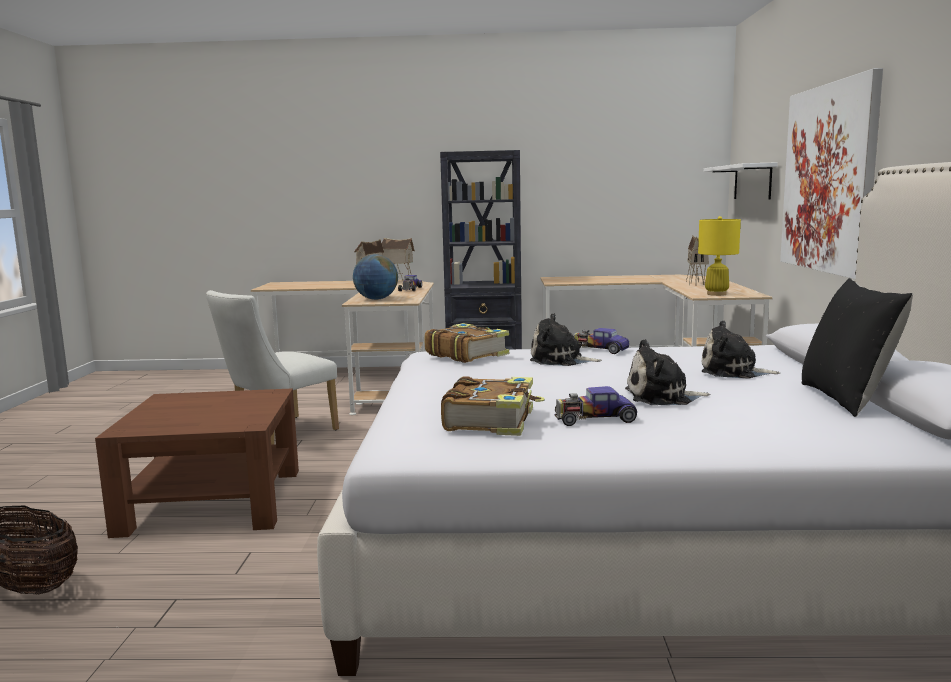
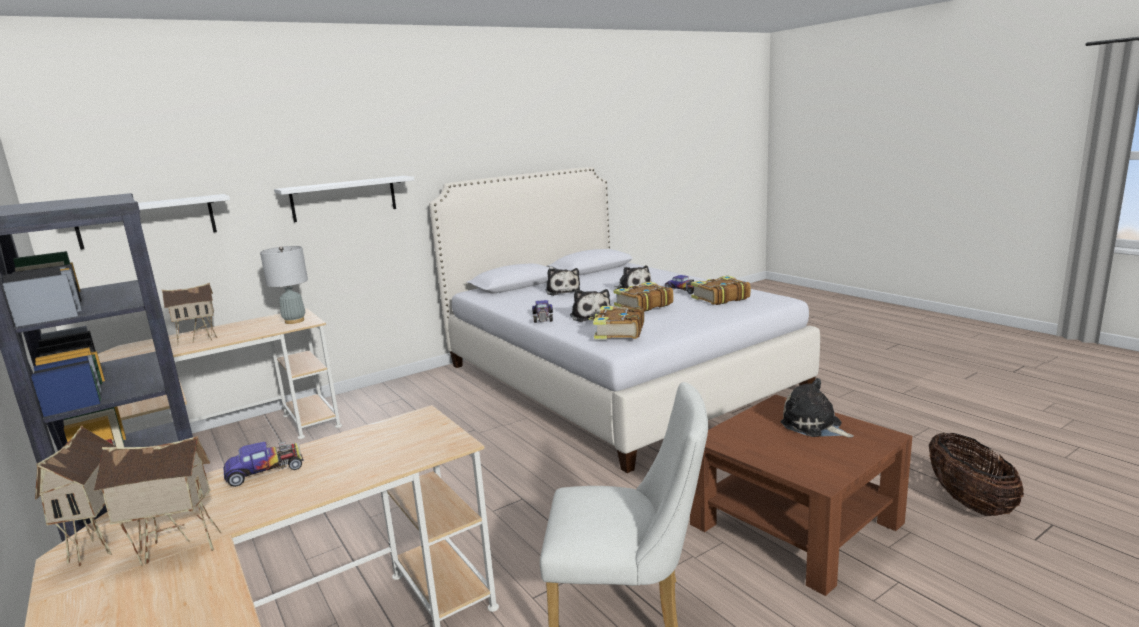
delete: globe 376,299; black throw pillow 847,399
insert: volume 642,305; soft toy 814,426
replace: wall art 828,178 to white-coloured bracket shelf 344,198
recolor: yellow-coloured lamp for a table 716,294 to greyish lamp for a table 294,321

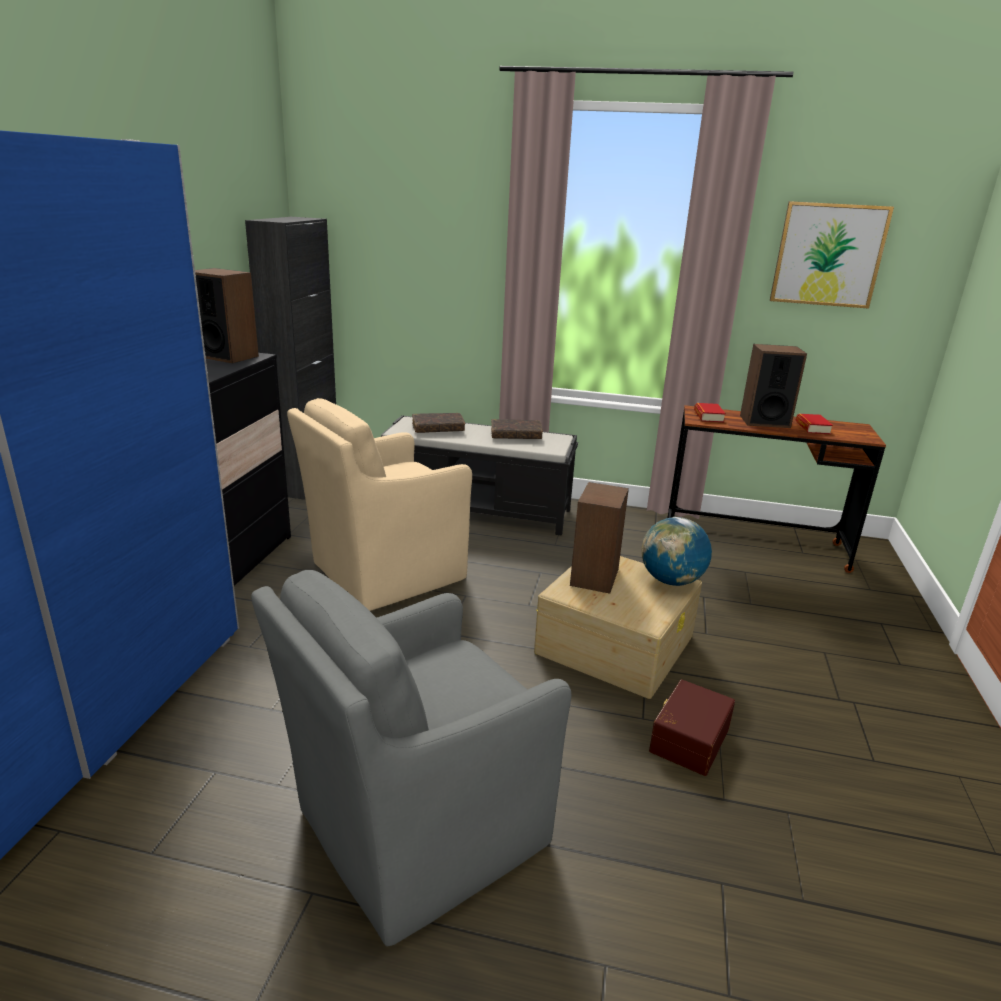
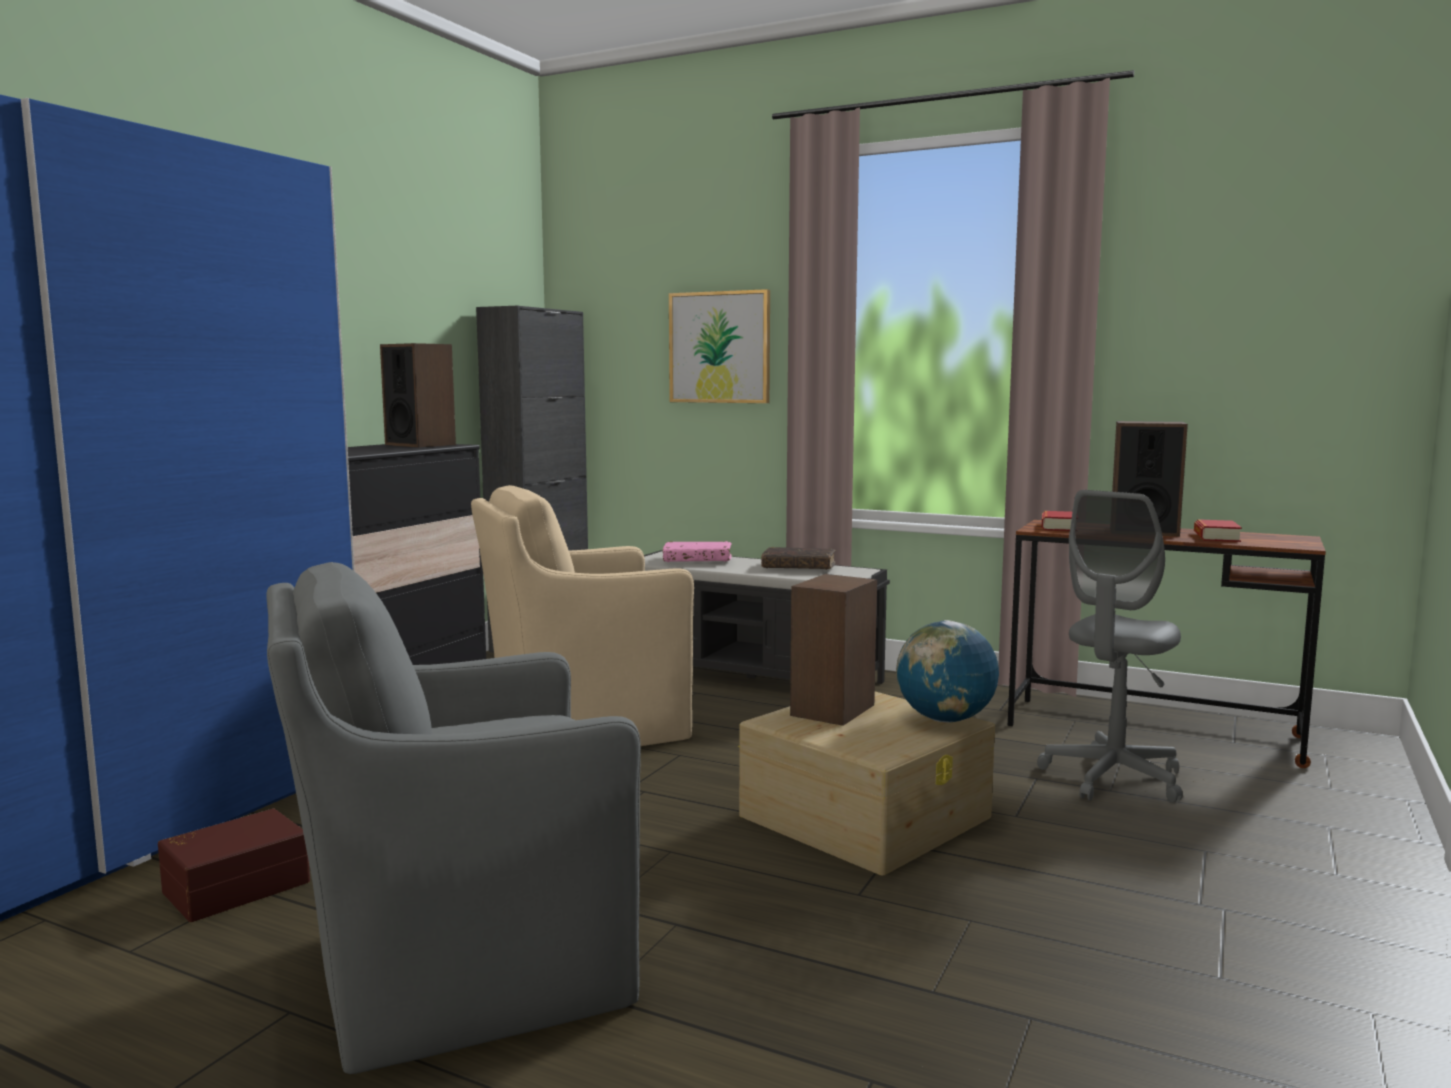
insert: greyish office chair 1113,778
move: brownish storage container 687,738 to 235,886; wall art 828,255 to 720,347
recolor: brownish volume 438,429 to pink-coloured volume 697,560

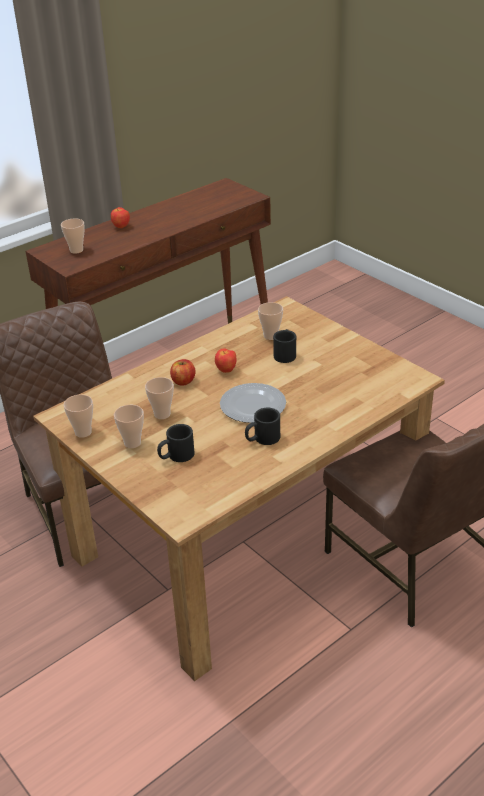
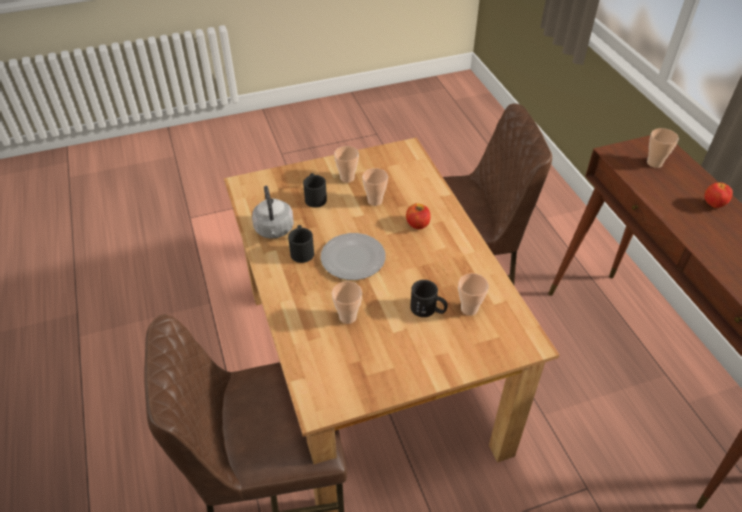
delete: apple 226,370
insert: greyish kettle 274,230
move: cup 83,432 to 347,317

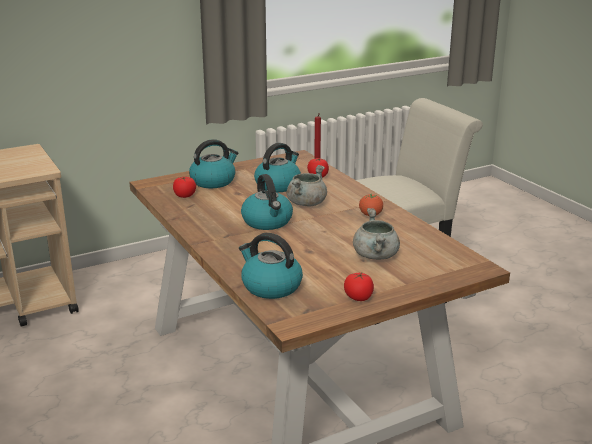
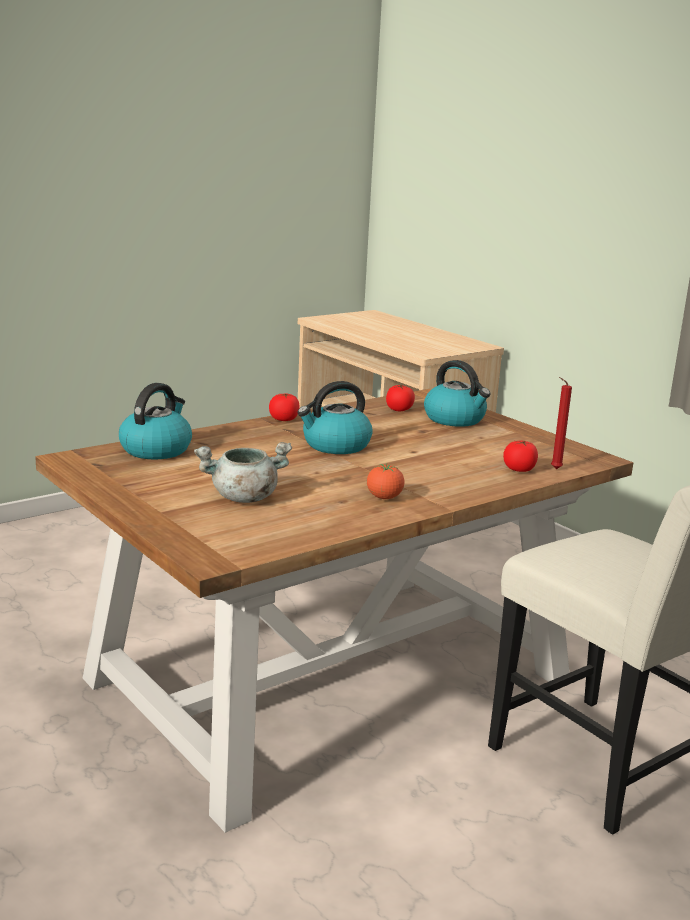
delete: kettle 278,185; greyish stockpot 306,203
move: fresh tomato 358,297 to 284,419

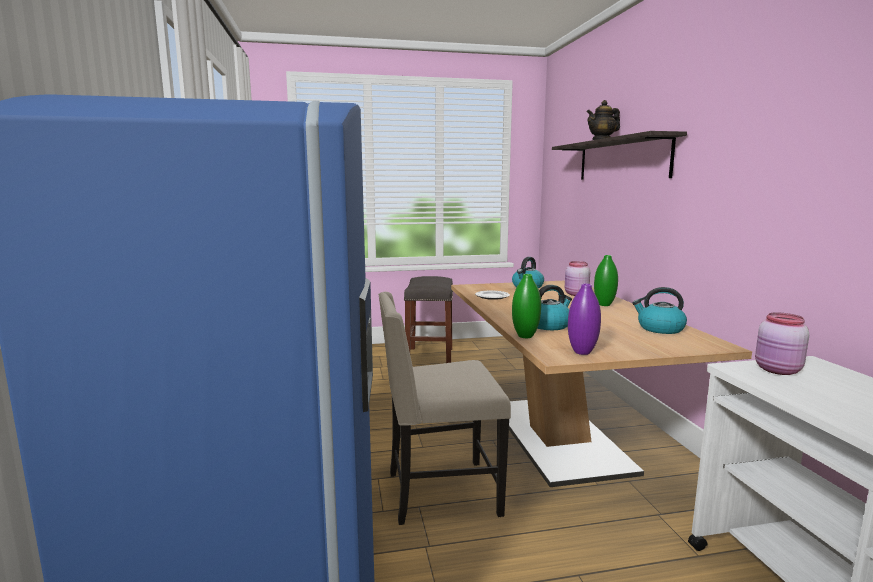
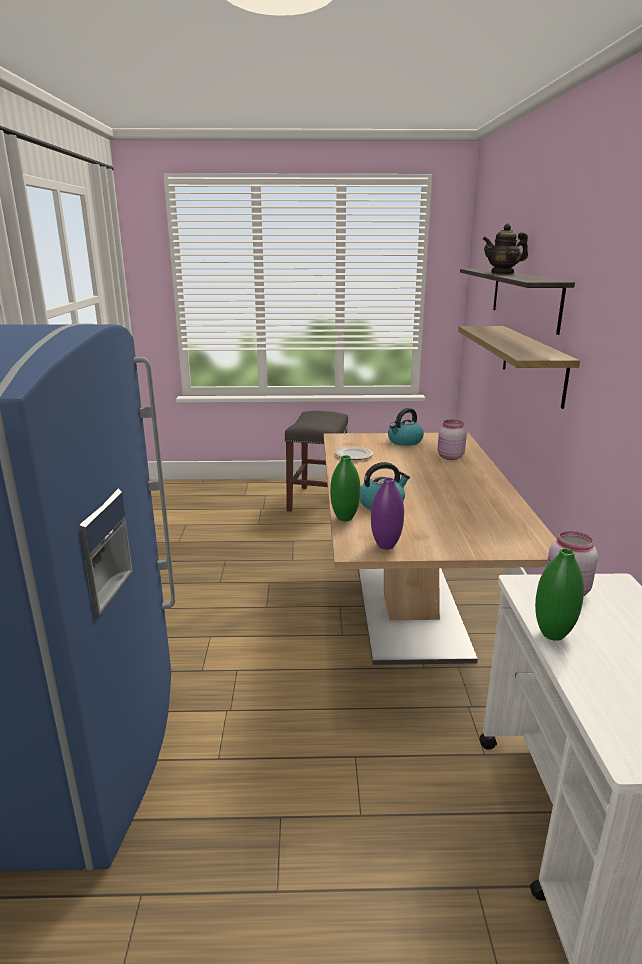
delete: beige plain chair 439,493; kettle 659,329
insert: bracket shelf 533,363
move: green flower vase 604,305 to 552,634

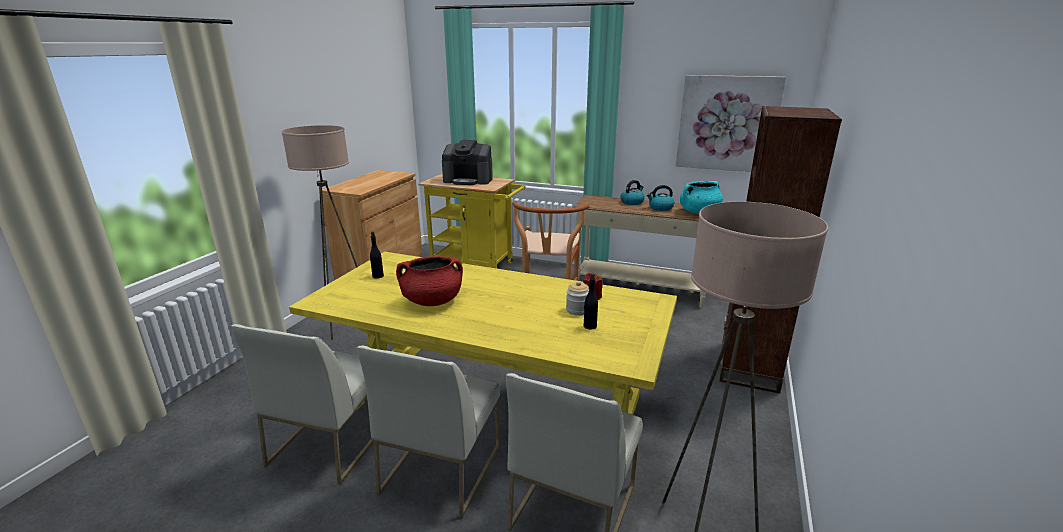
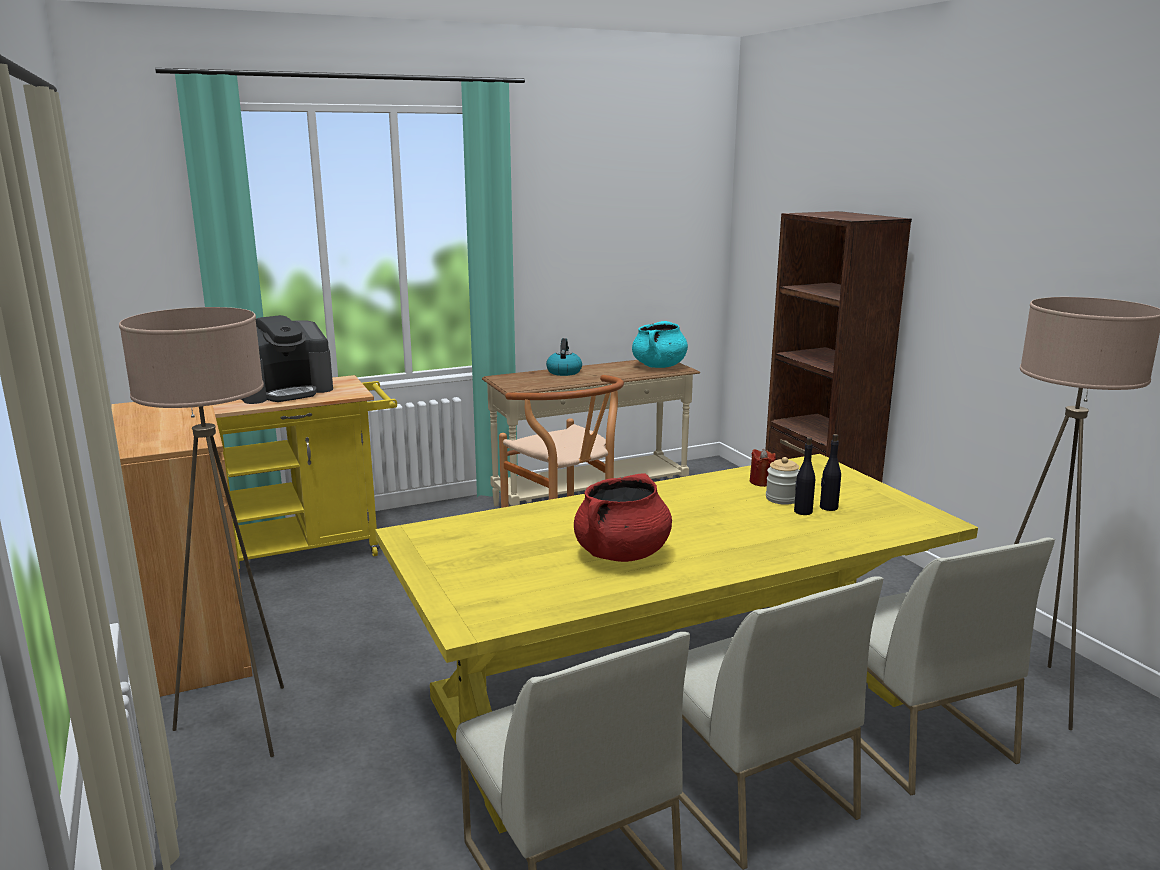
delete: kettle 660,208; wall art 727,123
move: black drink bottle 378,276 to 802,511

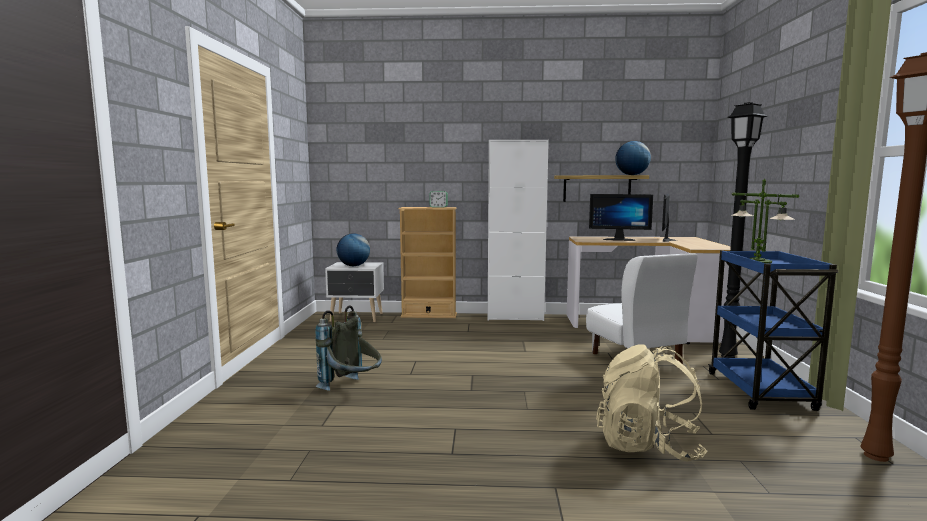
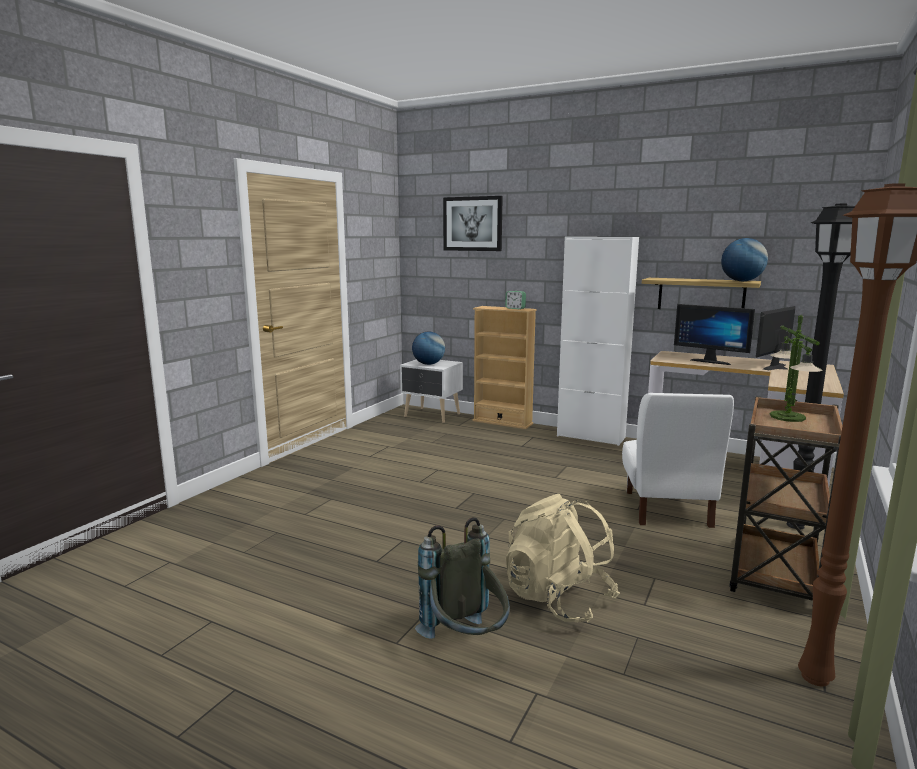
insert: wall art 472,224
move: greyish rucksack 353,389 to 466,643
recolor: blue wheeled cart 761,392 to brownish wheeled cart 774,575

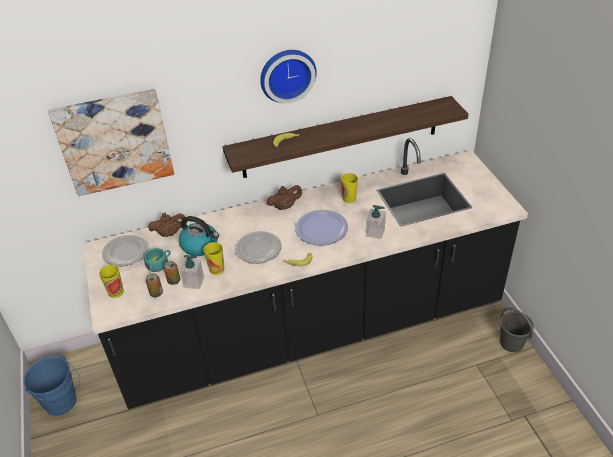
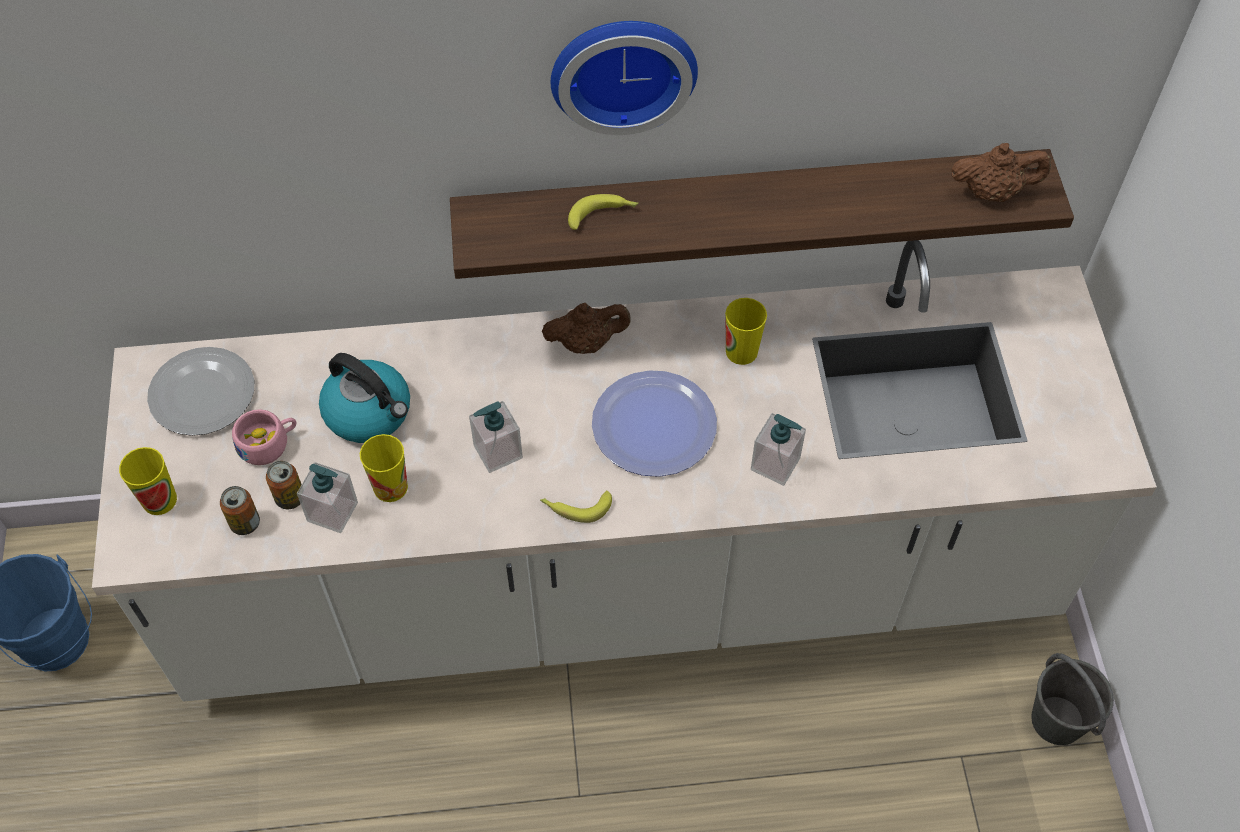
delete: wall art 114,141
move: brownish tea pot 169,233 to 993,192
replace: plate 259,249 to soap bottle 497,452
recolor: black kitchen counter 312,328 to white-coloured kitchen counter 620,581; turquoise-coloured cup 159,263 to pink-coloured cup 269,443

